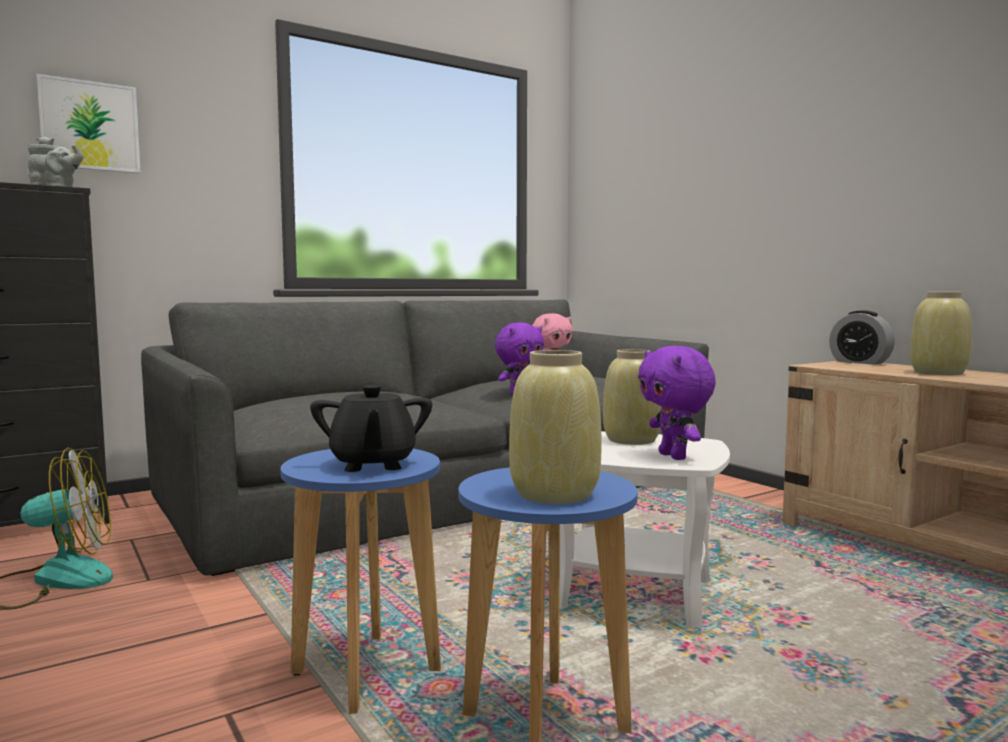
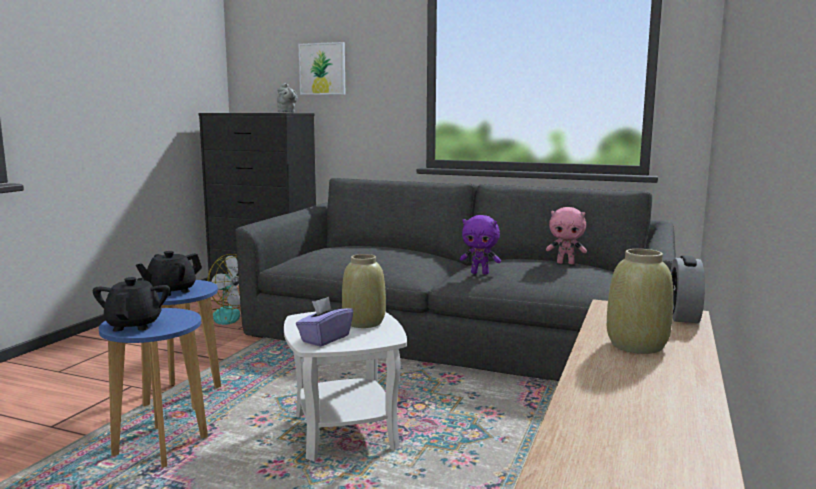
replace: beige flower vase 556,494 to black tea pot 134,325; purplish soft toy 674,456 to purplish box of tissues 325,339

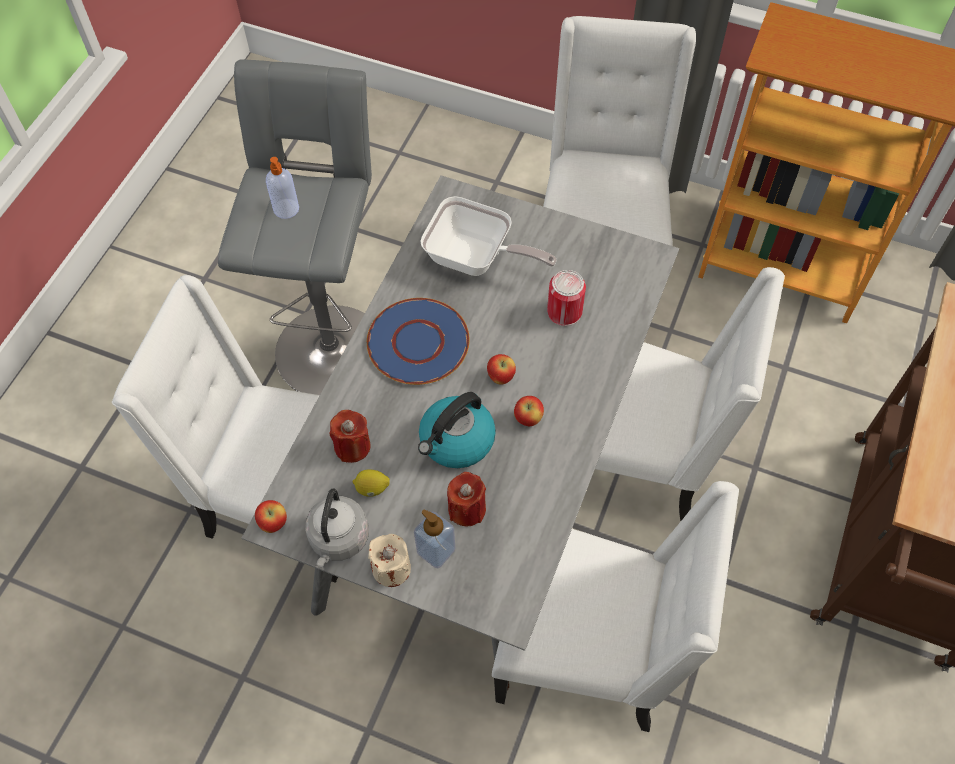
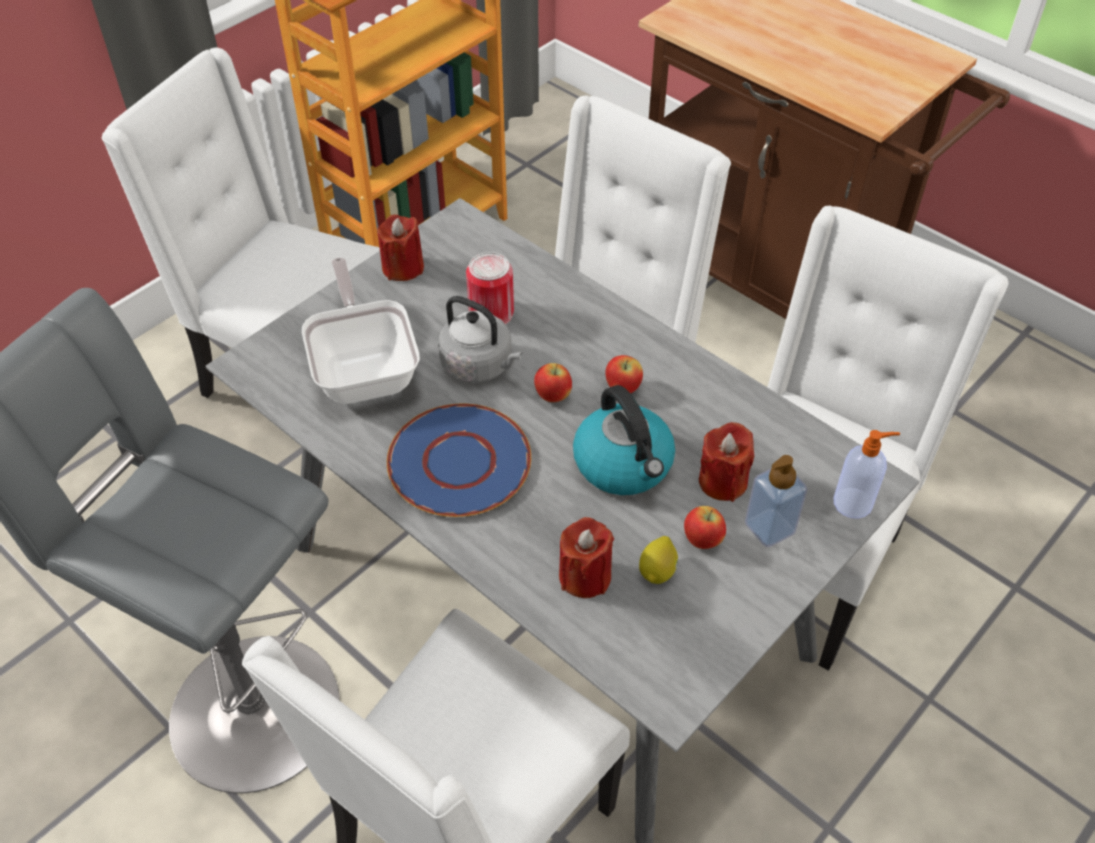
delete: beige candle 391,568
insert: red-coloured candle 403,267
move: apple 273,523 to 702,541; soap bottle 286,209 to 854,503; greyish kettle 338,540 to 480,365
rotate: pan 476,259 = 365,369 60 degrees counterclockwise

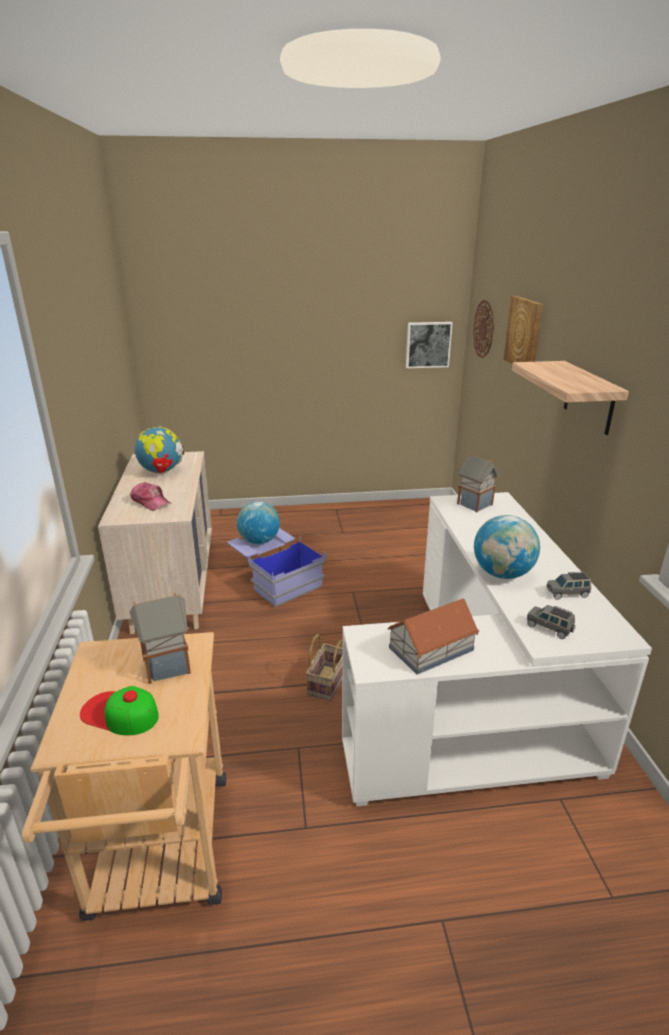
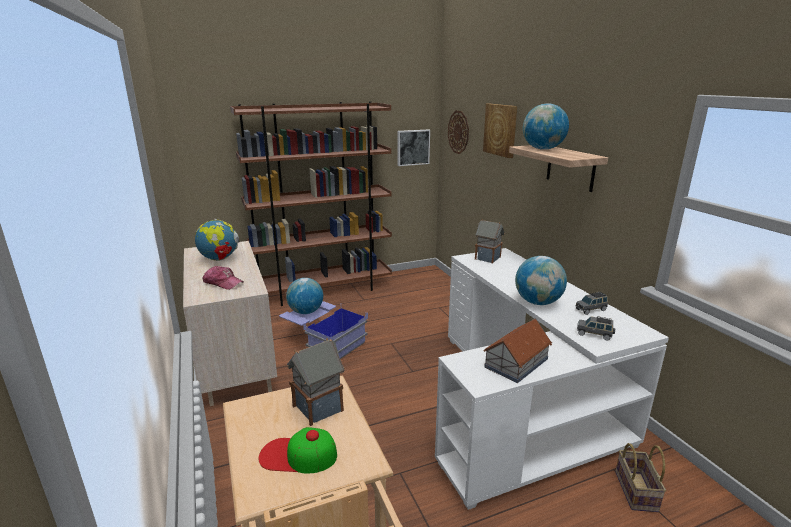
insert: brownish shelving unit 324,290; globe 542,149
move: household basket 327,681 to 634,490

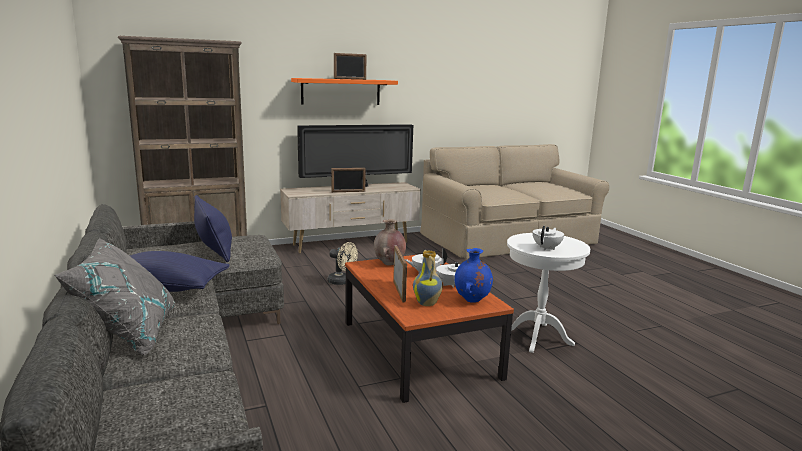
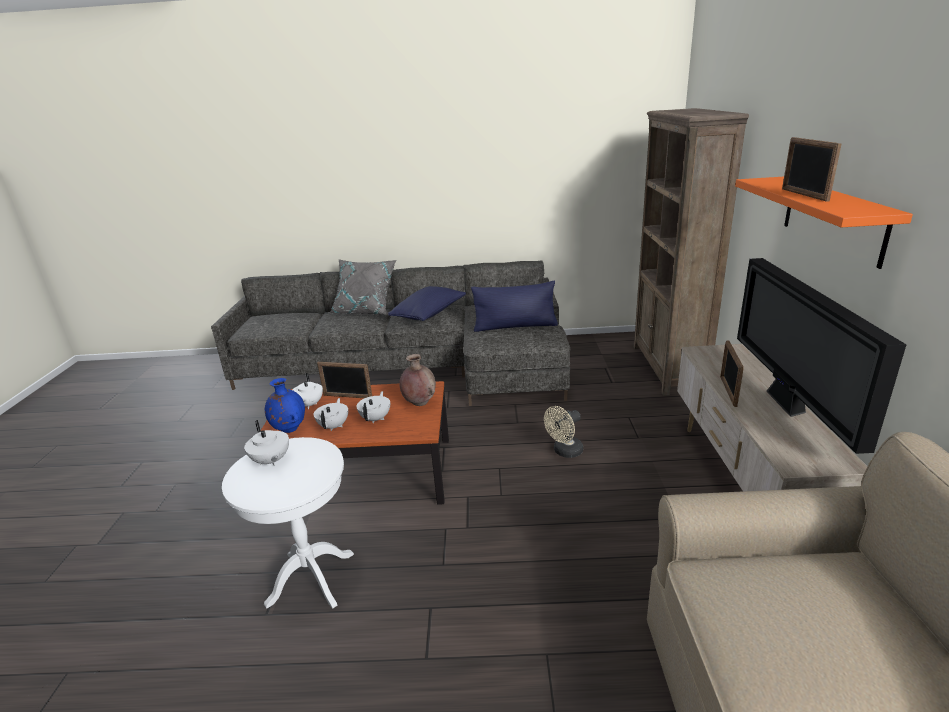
replace: flower vase 427,303 to white-coloured tea pot 309,405

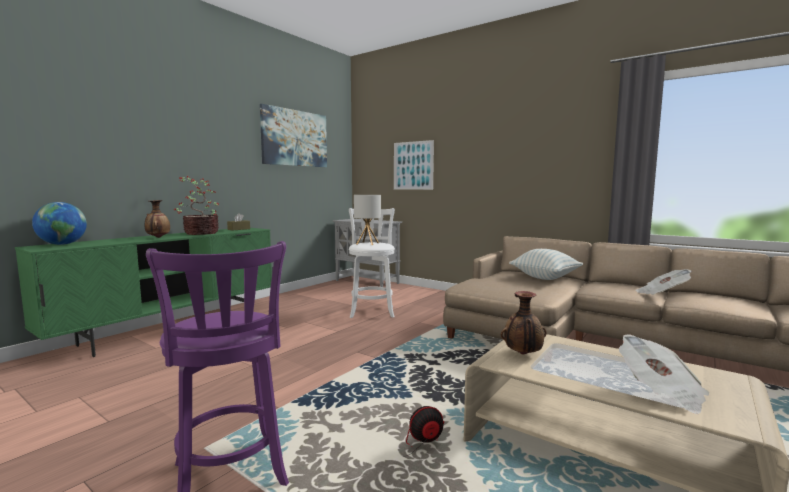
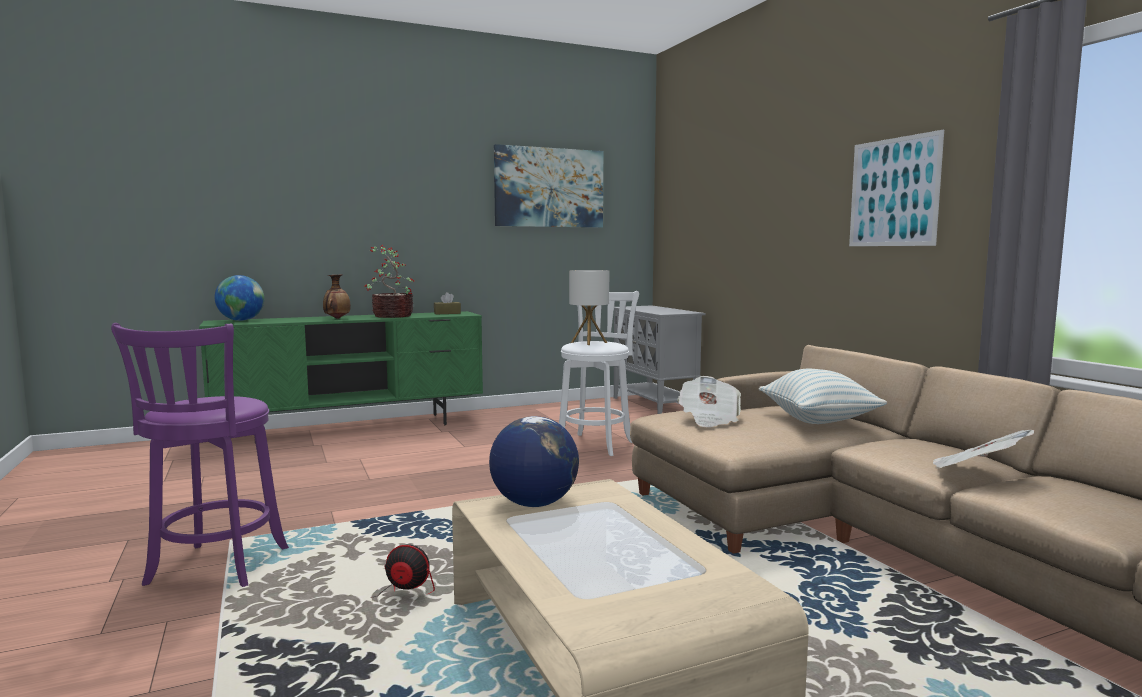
move: wall art 413,165 to 893,192; daily paper 661,392 to 709,419
replace: flower vase 523,354 to globe 534,504

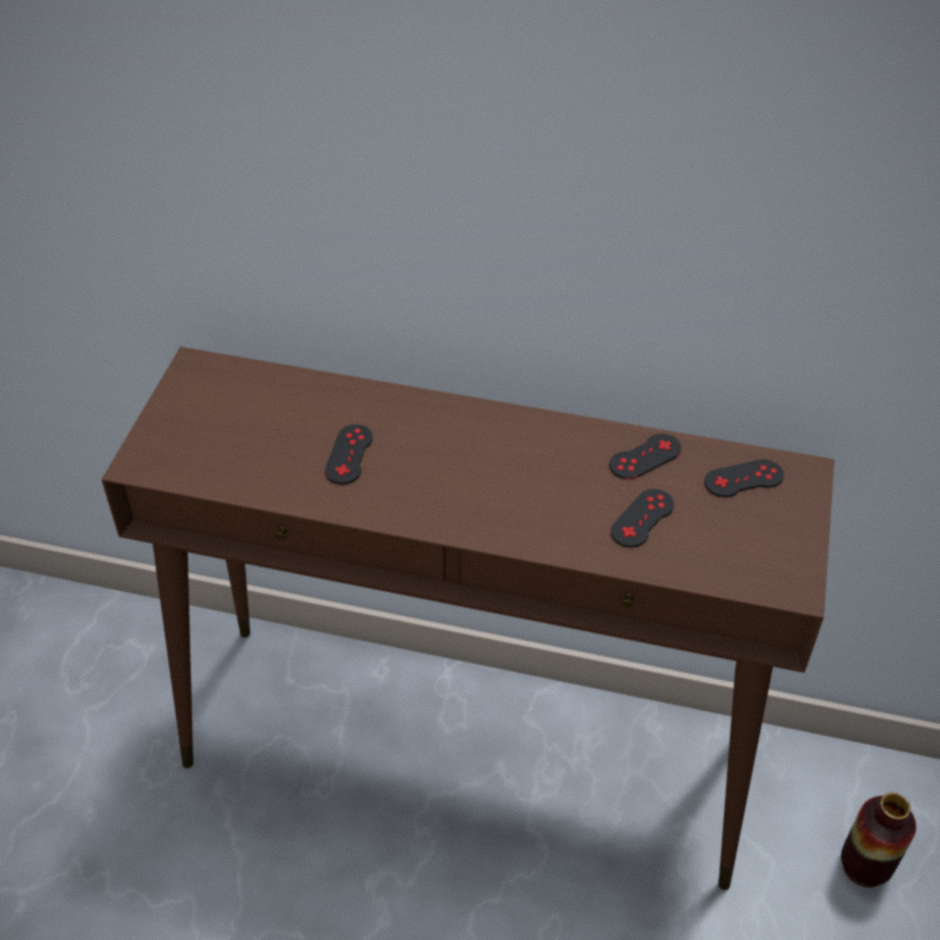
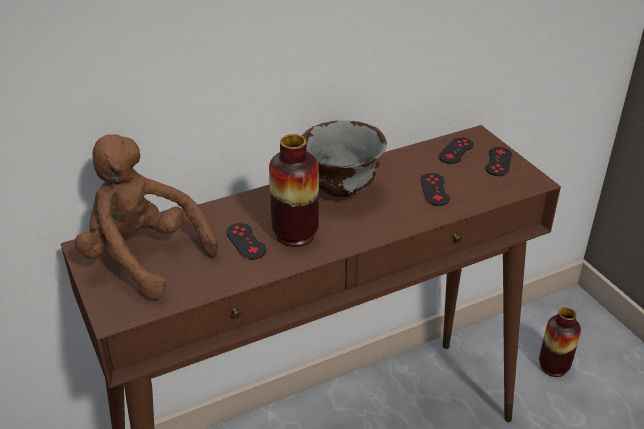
insert: brownish soft toy 143,257; flower vase 295,235; greyish deep dish 341,192
move: black joypad 645,457 to 498,162

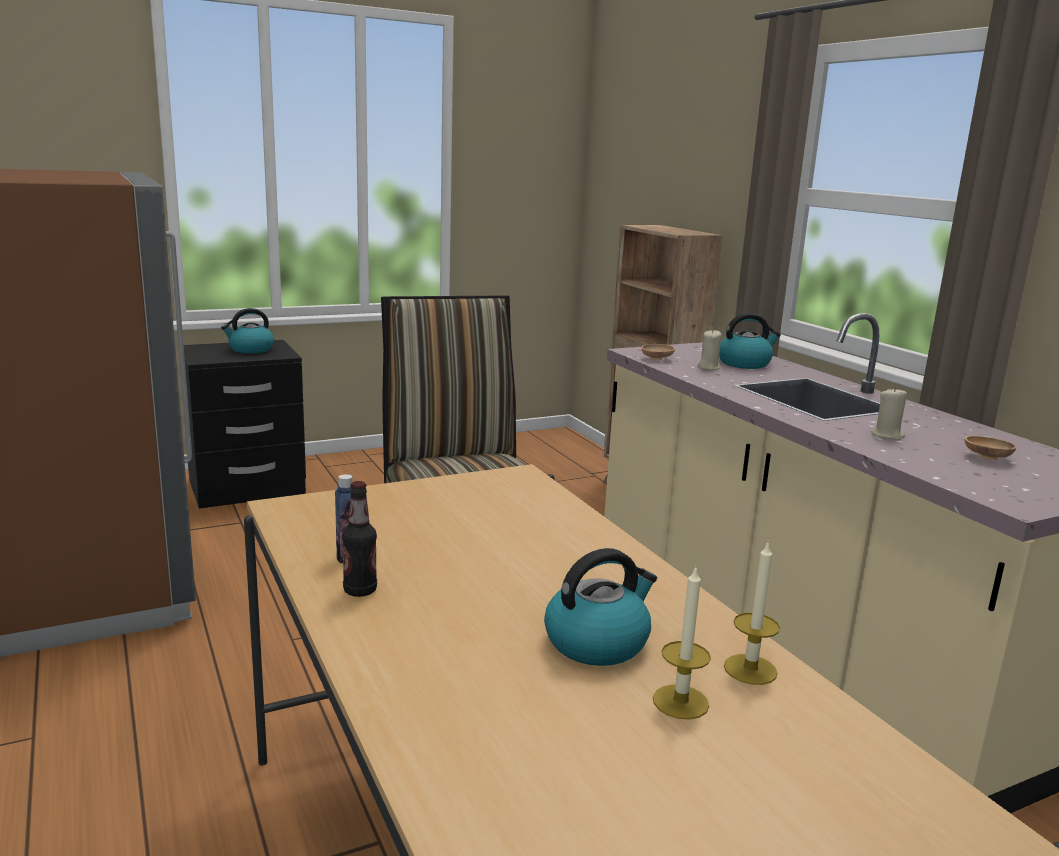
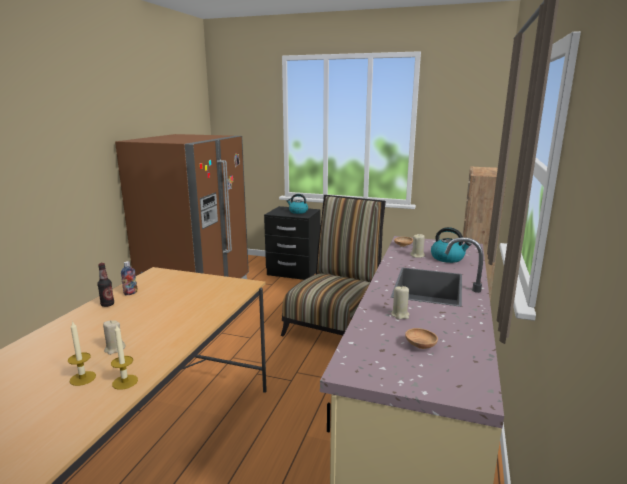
replace: kettle 597,642 to beige candle 114,349

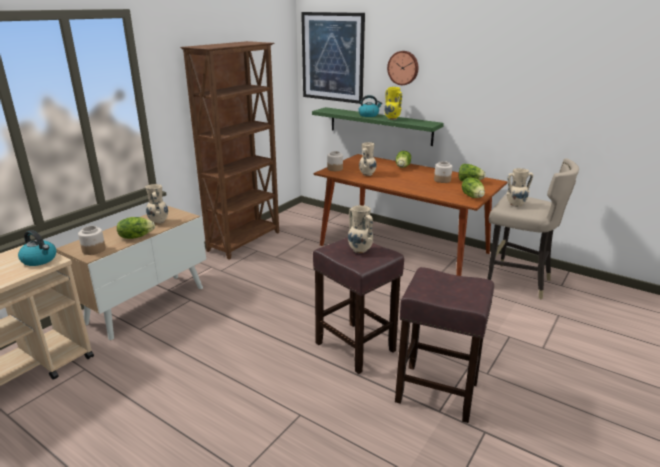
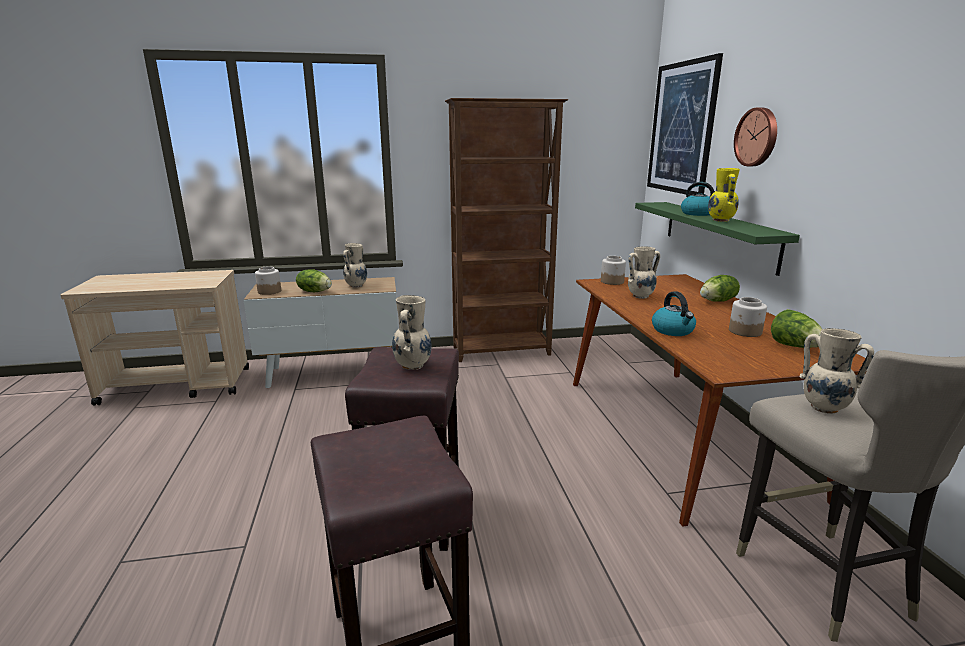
delete: head of lettuce 472,196
move: kettle 40,260 to 673,330

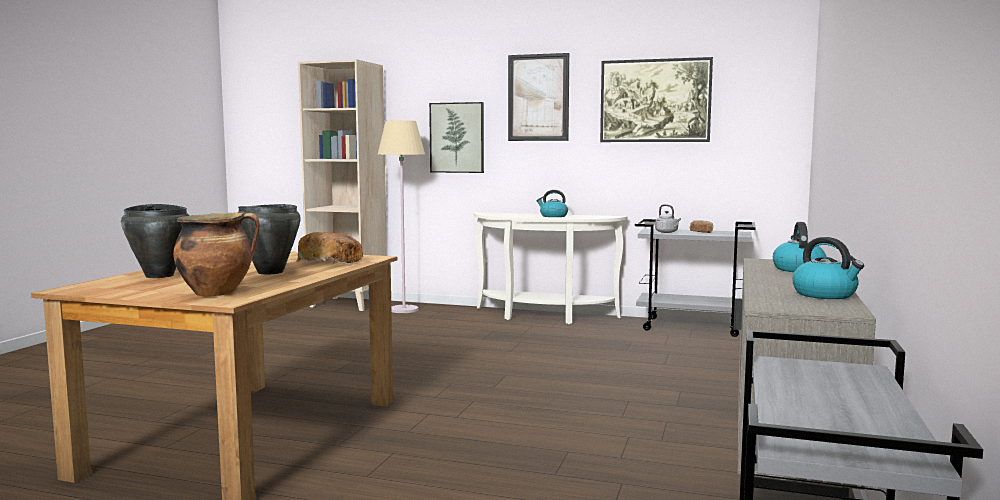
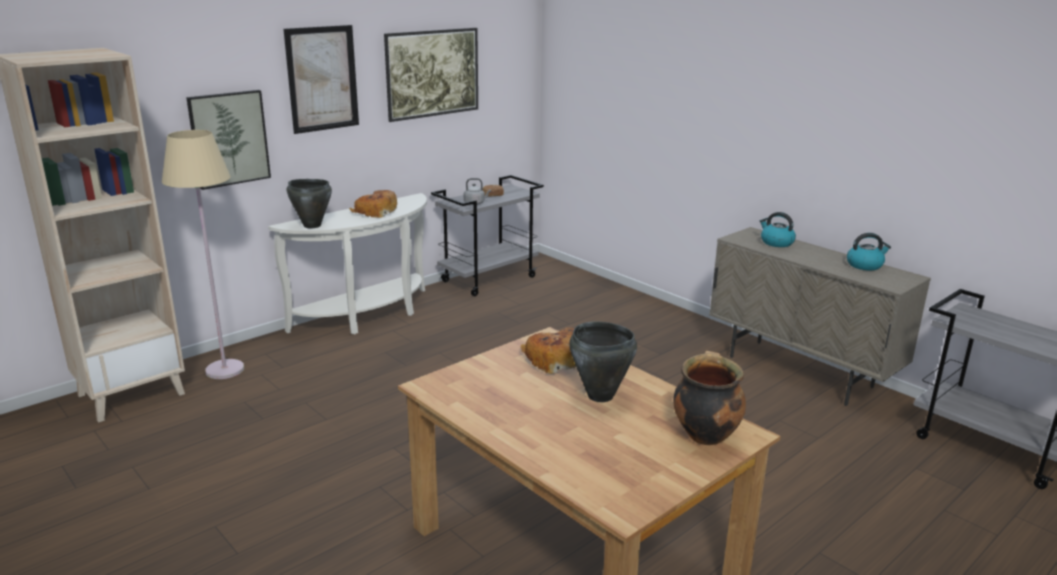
move: black stockpot 160,276 to 312,225
replace: kettle 553,216 to bread 375,212

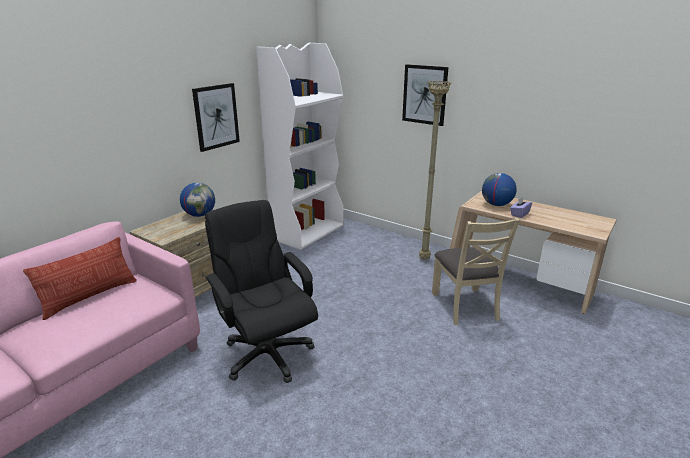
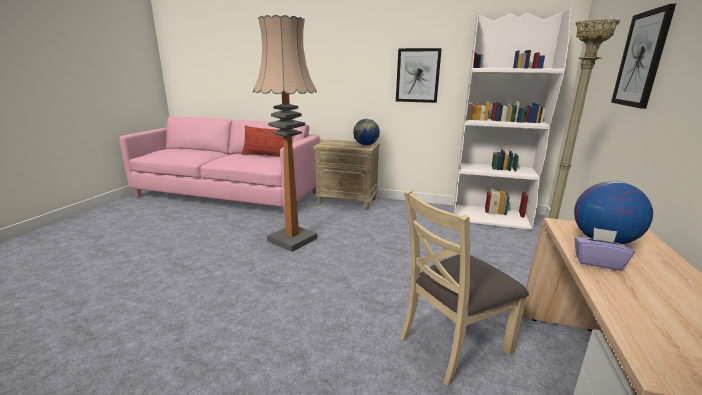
replace: black office chair 267,354 to standing lamp 292,240

